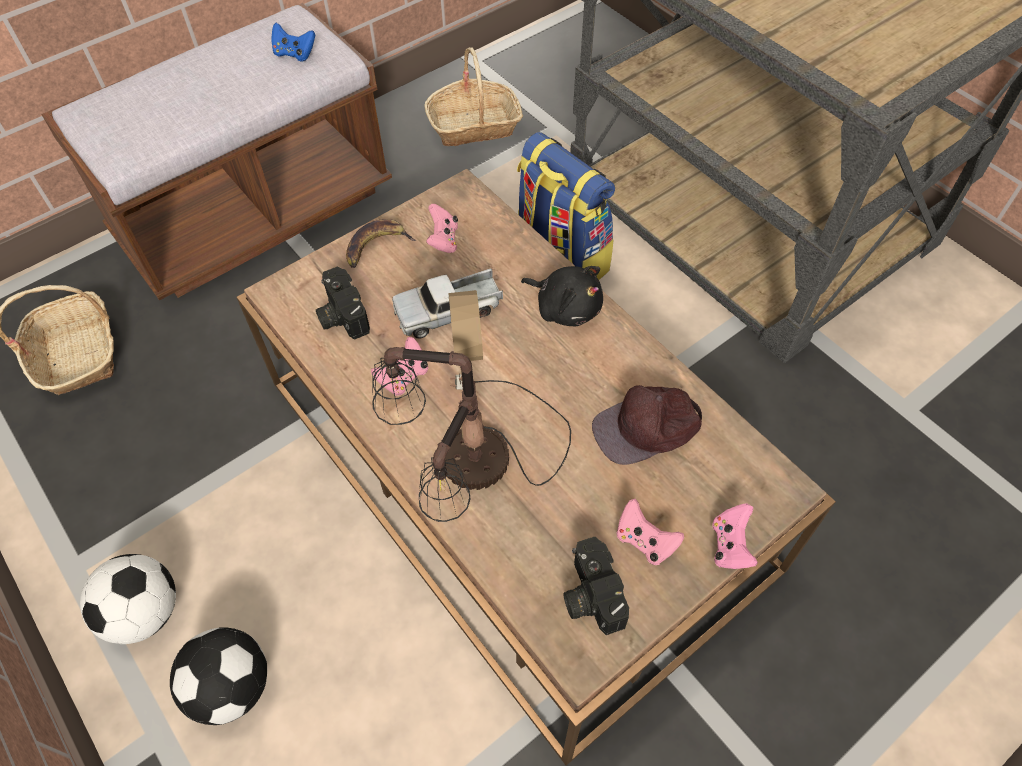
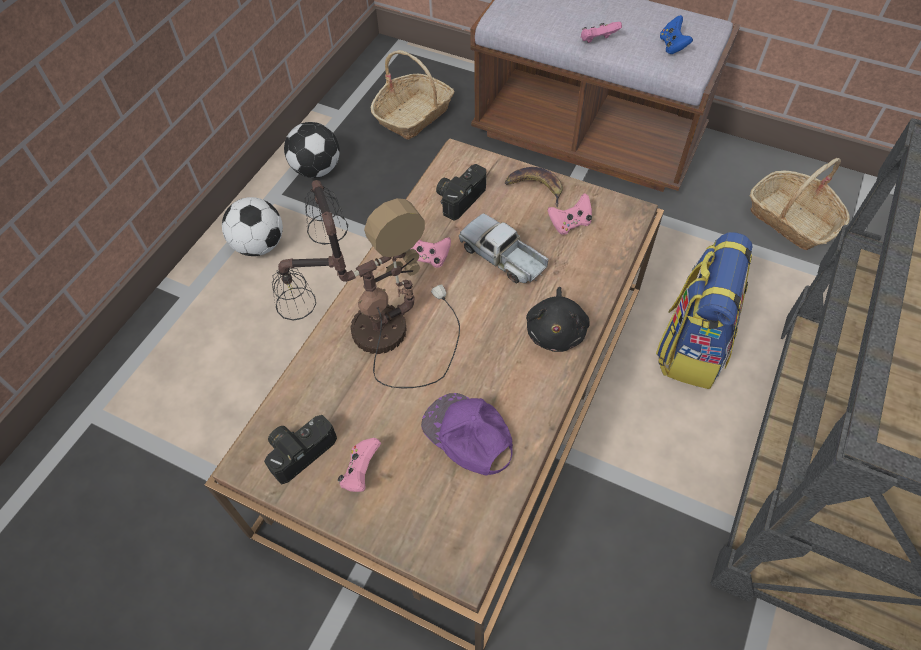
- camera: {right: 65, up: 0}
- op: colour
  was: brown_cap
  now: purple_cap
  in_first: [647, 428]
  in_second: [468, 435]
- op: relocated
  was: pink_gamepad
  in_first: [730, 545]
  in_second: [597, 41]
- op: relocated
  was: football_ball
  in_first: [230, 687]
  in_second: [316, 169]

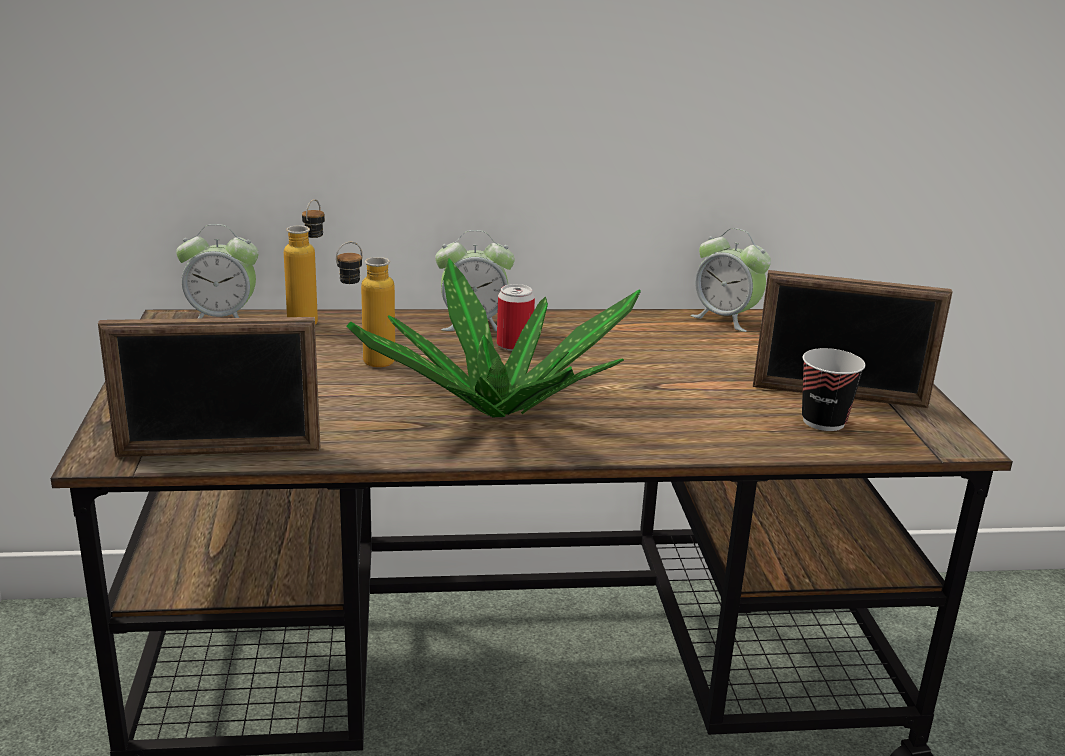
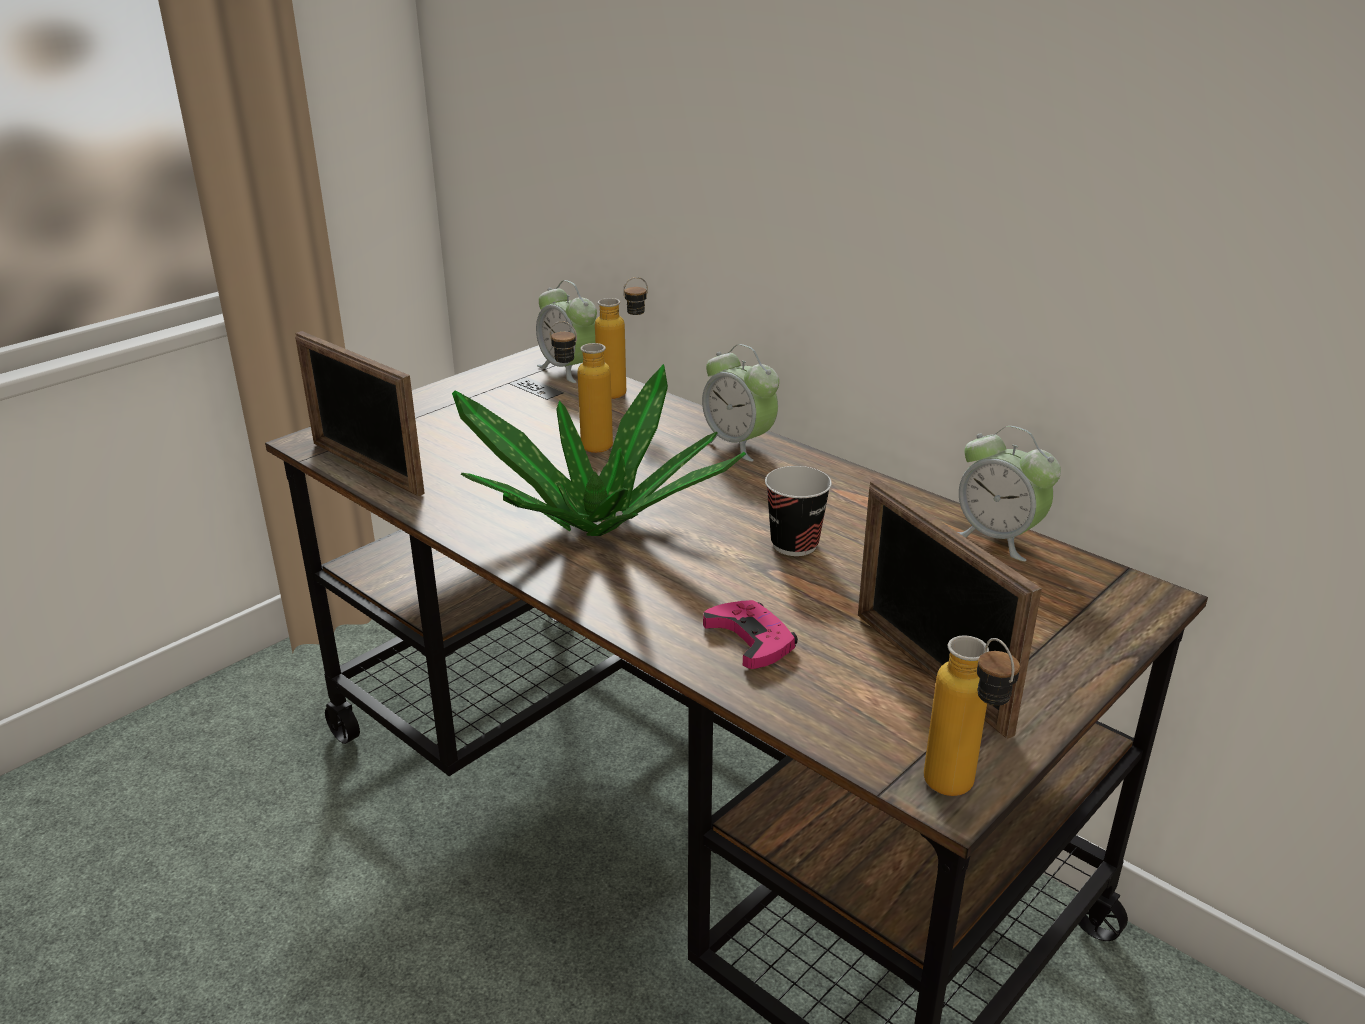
- camera: {right: 50, up: 5}
- op: spun
  was: alarm_clock
  in_first: [725, 319]
  in_second: [998, 538]
  clockwise: -45
- op: missing
  was: sealed_can
  in_first: [514, 345]
- op: relocated
  was: small_cup
  in_first: [823, 421]
  in_second: [794, 544]
- op: appeared
  now: pink_gamepad
  in_second: [751, 639]
- op: appeared
  now: bottle
  in_second: [959, 795]

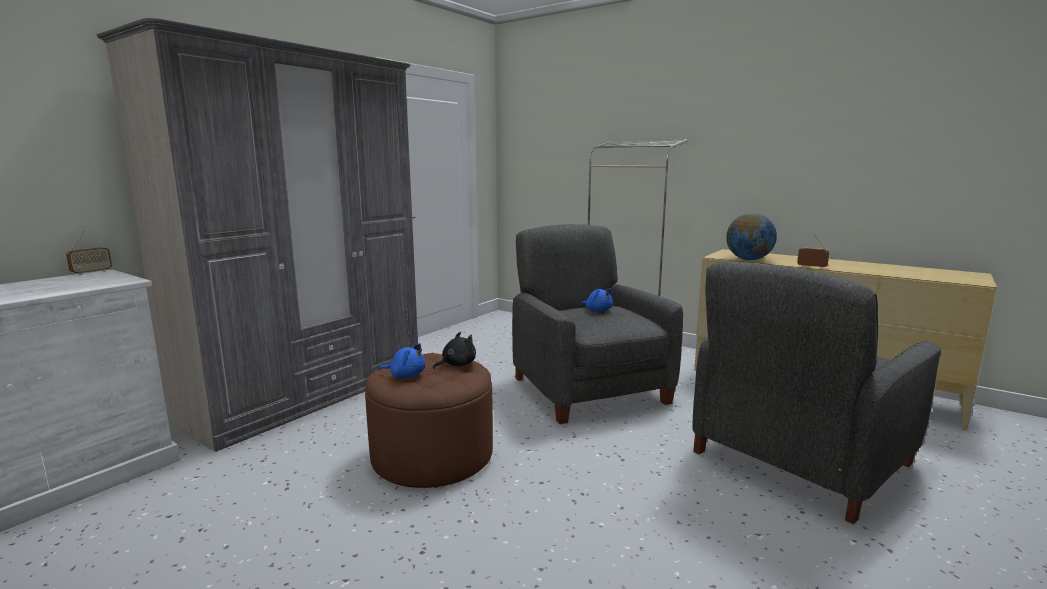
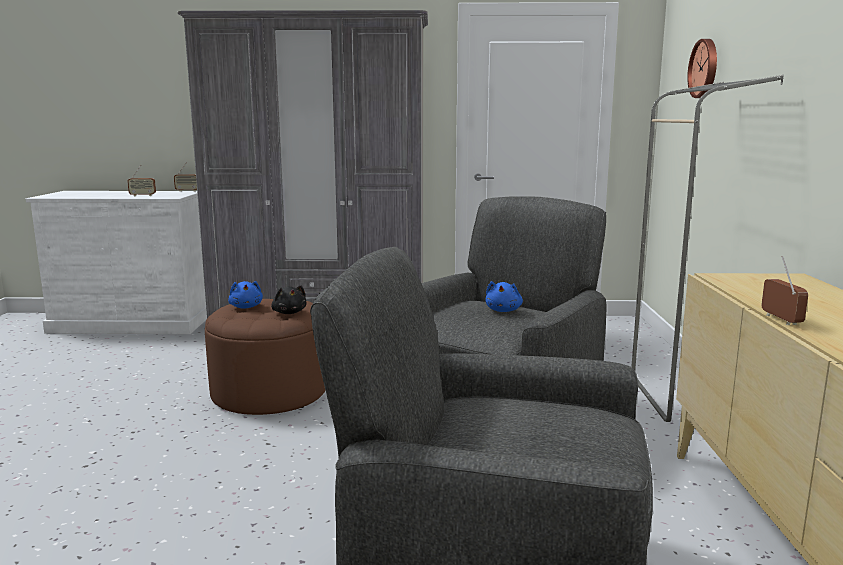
- camera: {right: 55, up: 0}
- op: missing
  was: globe
  in_first: [749, 259]
- op: spun
  was: blackish_plush_toy
  in_first: [456, 364]
  in_second: [289, 312]
  clockwise: 45
- op: appeared
  now: wall_clock
  in_second: [705, 68]
- op: appeared
  now: radio_set
  in_second: [142, 196]

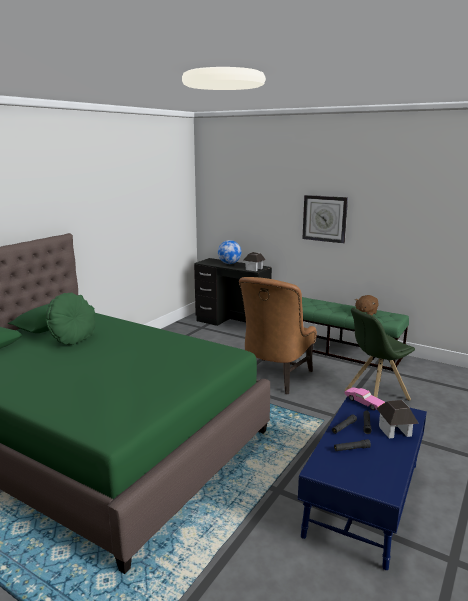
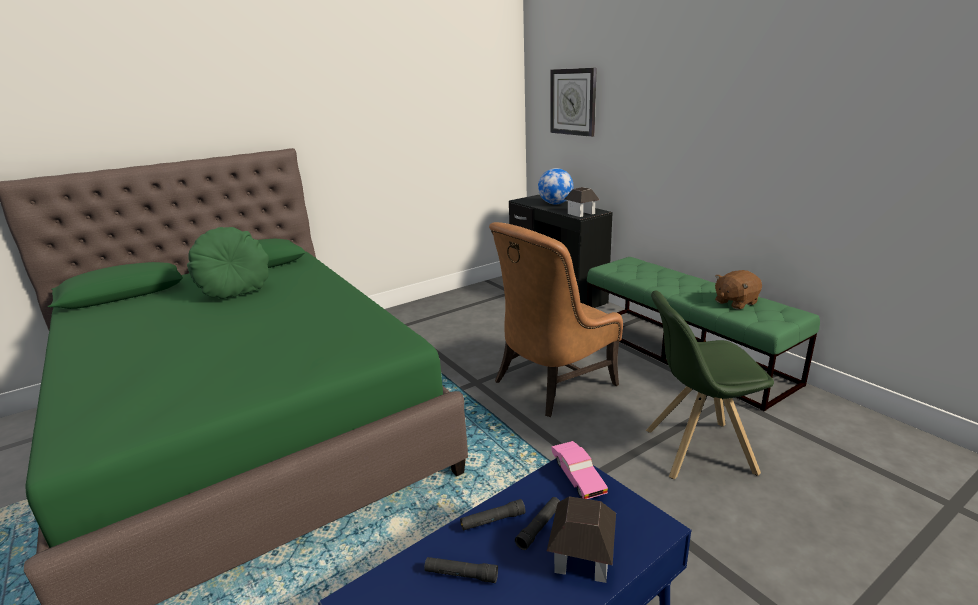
- camera: {right: 25, up: 5}
- op: relocated
  was: wall_clock
  in_first: [324, 218]
  in_second: [573, 102]

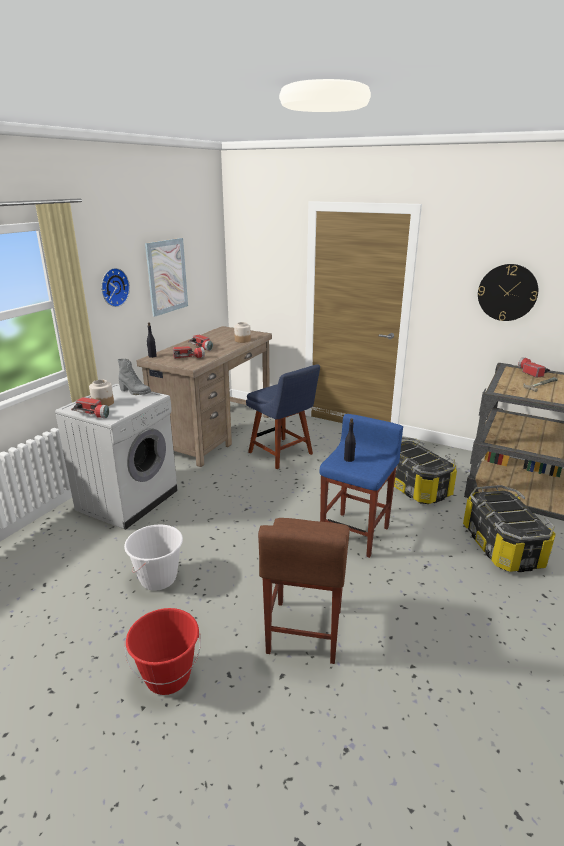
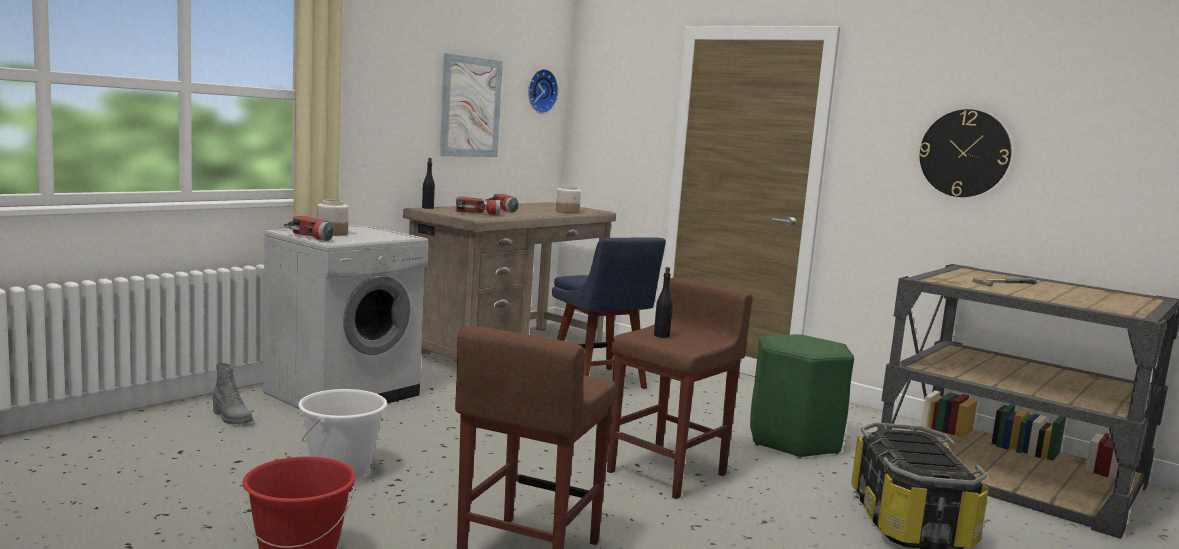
- camera: {right: 10, up: -15}
- op: relocated
  was: wall_clock
  in_first: [113, 287]
  in_second: [540, 91]
- op: missing
  was: torch
  in_first: [530, 372]
- op: relocated
  was: gray_tall_boot
  in_first: [135, 392]
  in_second: [231, 418]
- op: colour
  was: bluish_stool_seat
  now: brown_stool_seat
  in_first: [355, 533]
  in_second: [668, 472]
- op: exchanged
  was: storage_box
  now: green-coloured_stool_seat
  in_first: [414, 486]
  in_second: [794, 441]

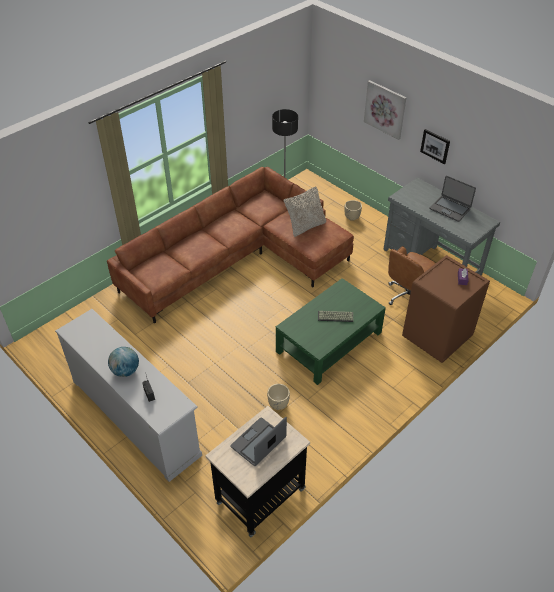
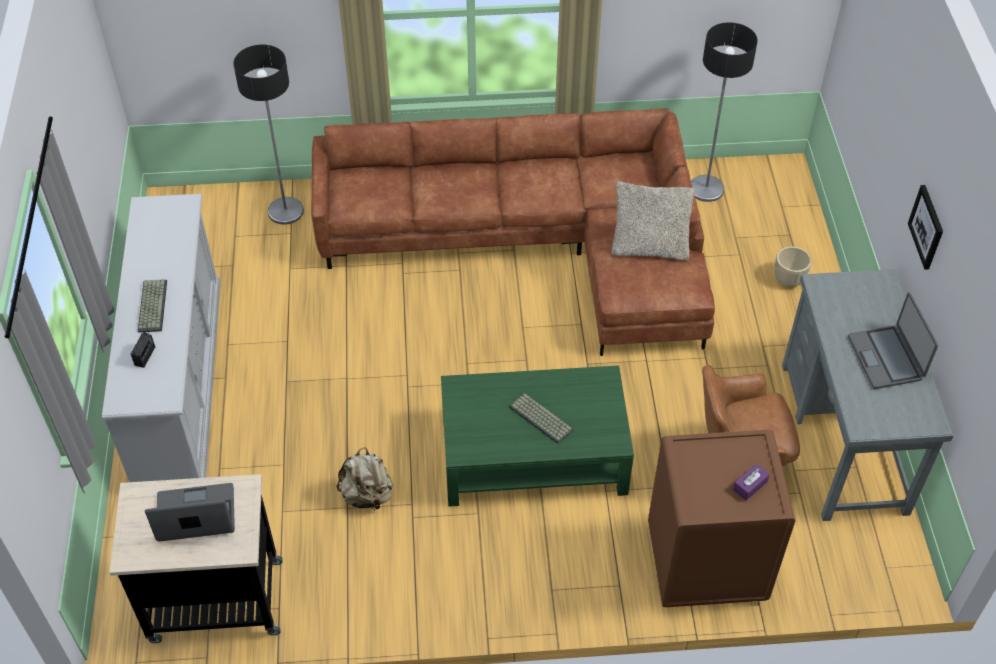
- camera: {right: 40, up: 5}
- op: missing
  was: wall_art
  in_first: [385, 109]
- op: exchanged
  was: globe
  now: computer_keyboard
  in_first: [125, 371]
  in_second: [151, 305]
- op: exchanged
  was: beige_planter
  now: beige_knapsack
  in_first: [278, 404]
  in_second: [367, 495]
- op: appeared
  now: standing_lamp
  in_second: [286, 211]

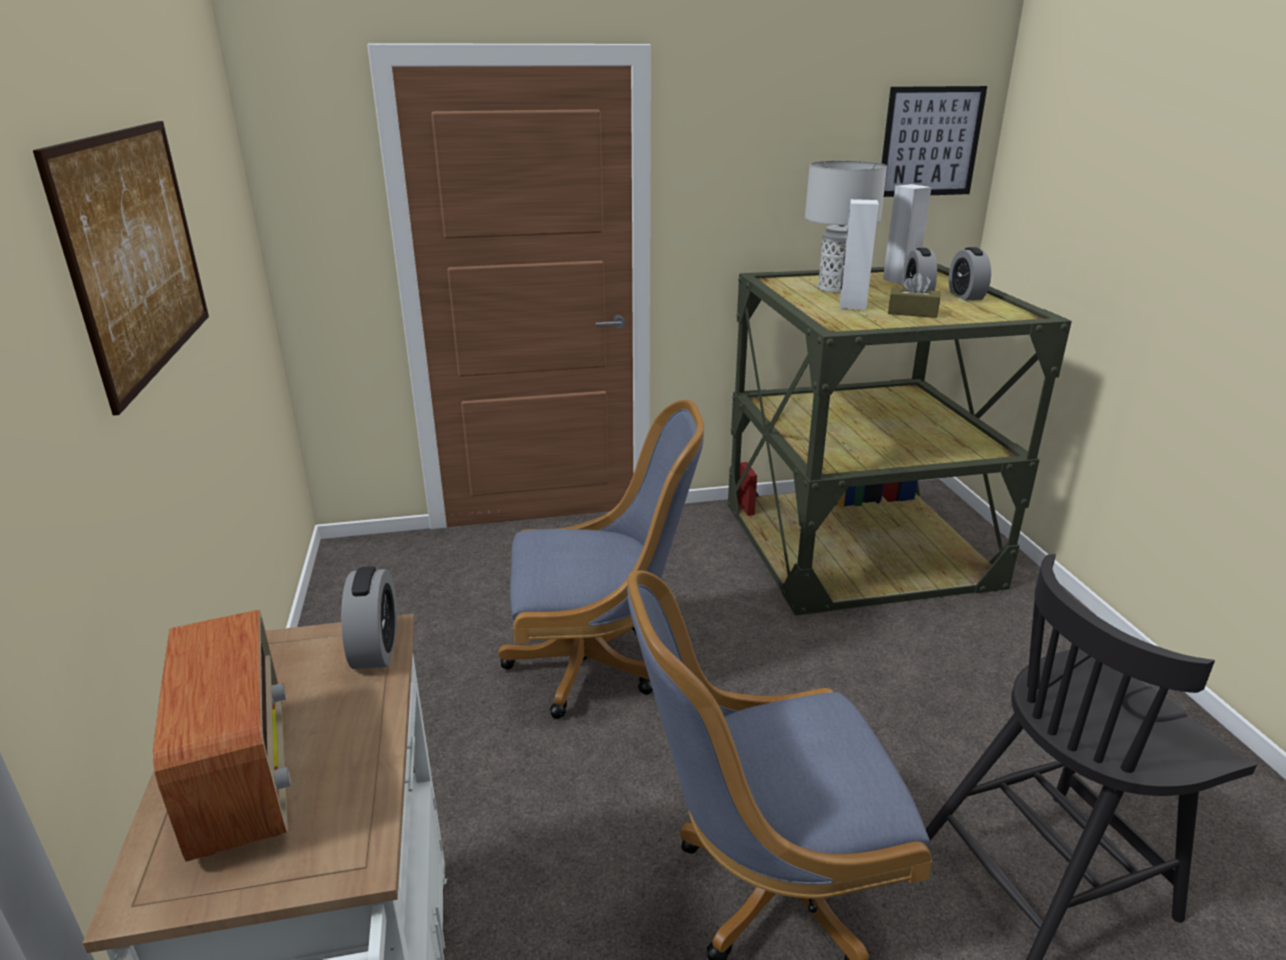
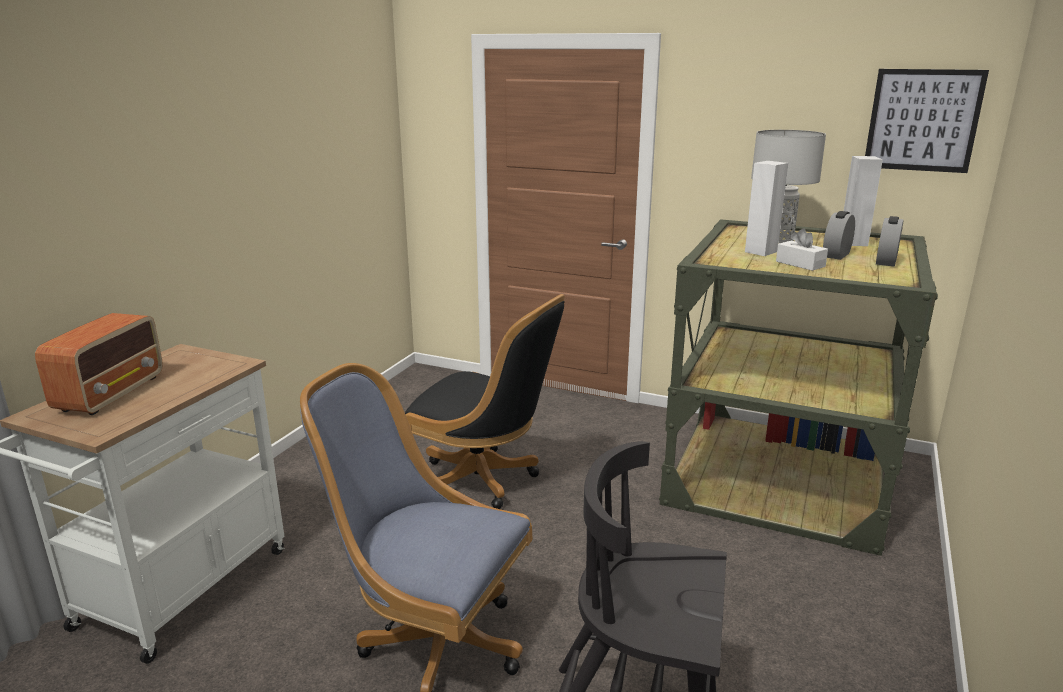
- camera: {right: 35, up: -5}
- op: missing
  was: wall_art
  in_first: [137, 252]
- op: colour
  was: brown_box_of_tissues
  now: whitish_box_of_tissues
  in_first: [912, 312]
  in_second: [800, 264]
- op: colour
  was: bluish_office_chair
  now: blackish_office_chair
  in_first: [598, 664]
  in_second: [487, 482]
- op: missing
  was: alarm_clock
  in_first: [376, 649]

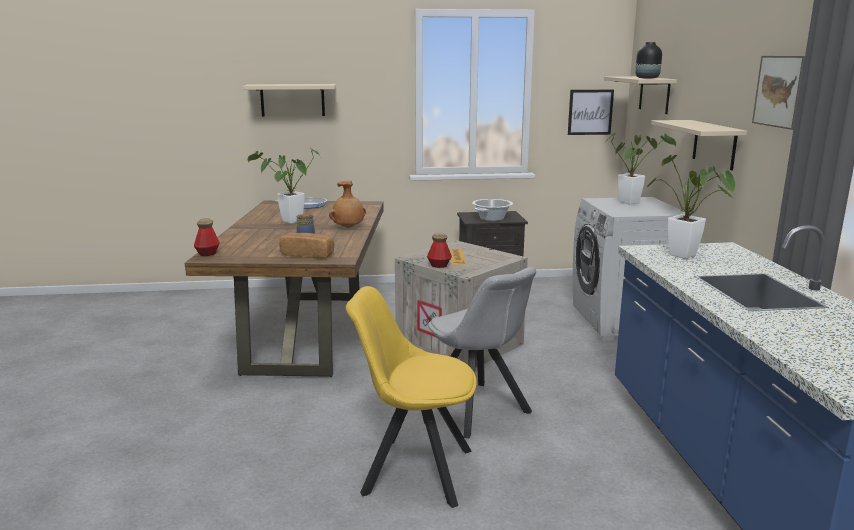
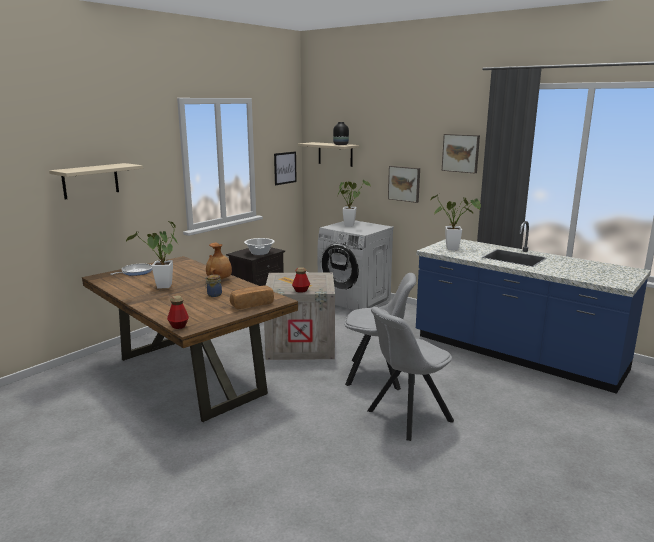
- camera: {right: -45, up: 0}
- op: exchanged
  was: beige_bracket_shelf
  now: wall_art
  in_first: [714, 144]
  in_second: [404, 183]
- op: colour
  was: yellow_upright_chair
  now: gray_upright_chair
  in_first: [414, 471]
  in_second: [407, 416]

